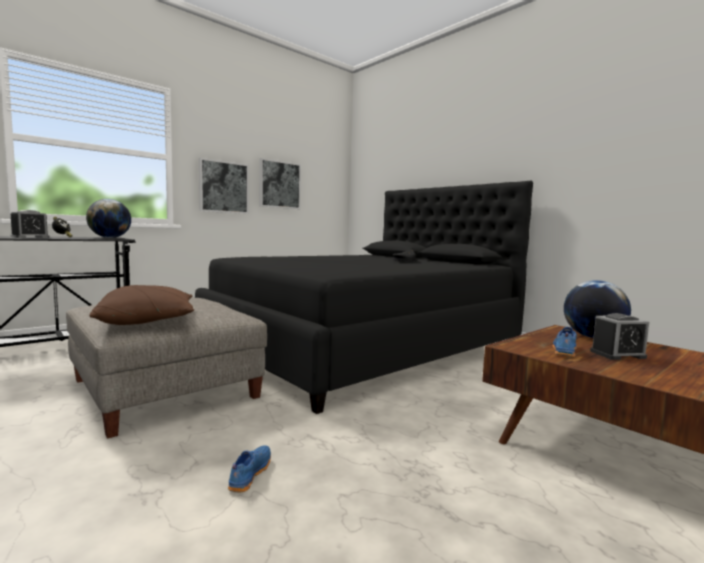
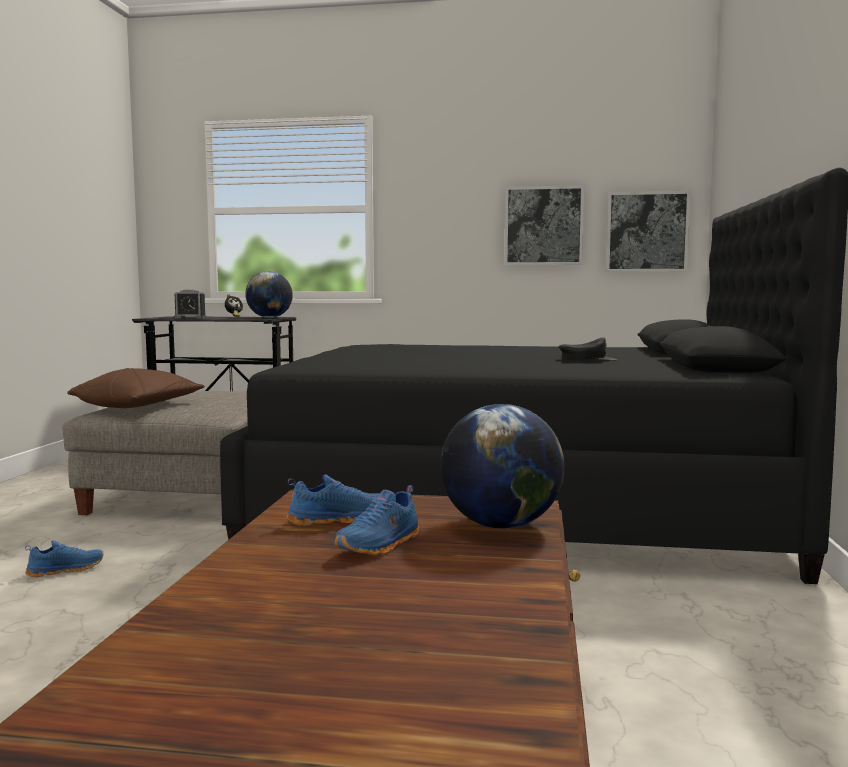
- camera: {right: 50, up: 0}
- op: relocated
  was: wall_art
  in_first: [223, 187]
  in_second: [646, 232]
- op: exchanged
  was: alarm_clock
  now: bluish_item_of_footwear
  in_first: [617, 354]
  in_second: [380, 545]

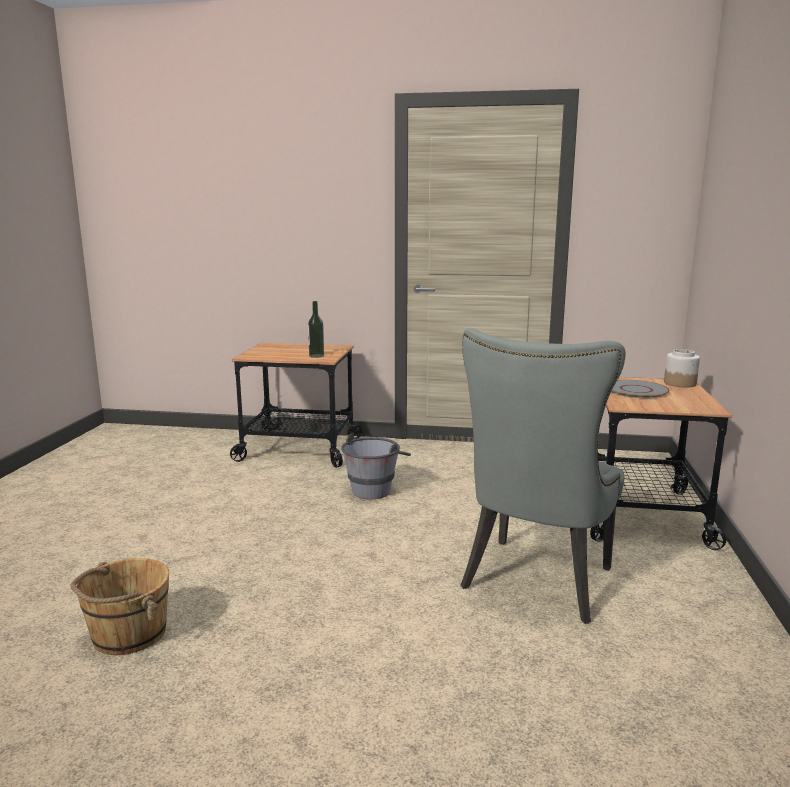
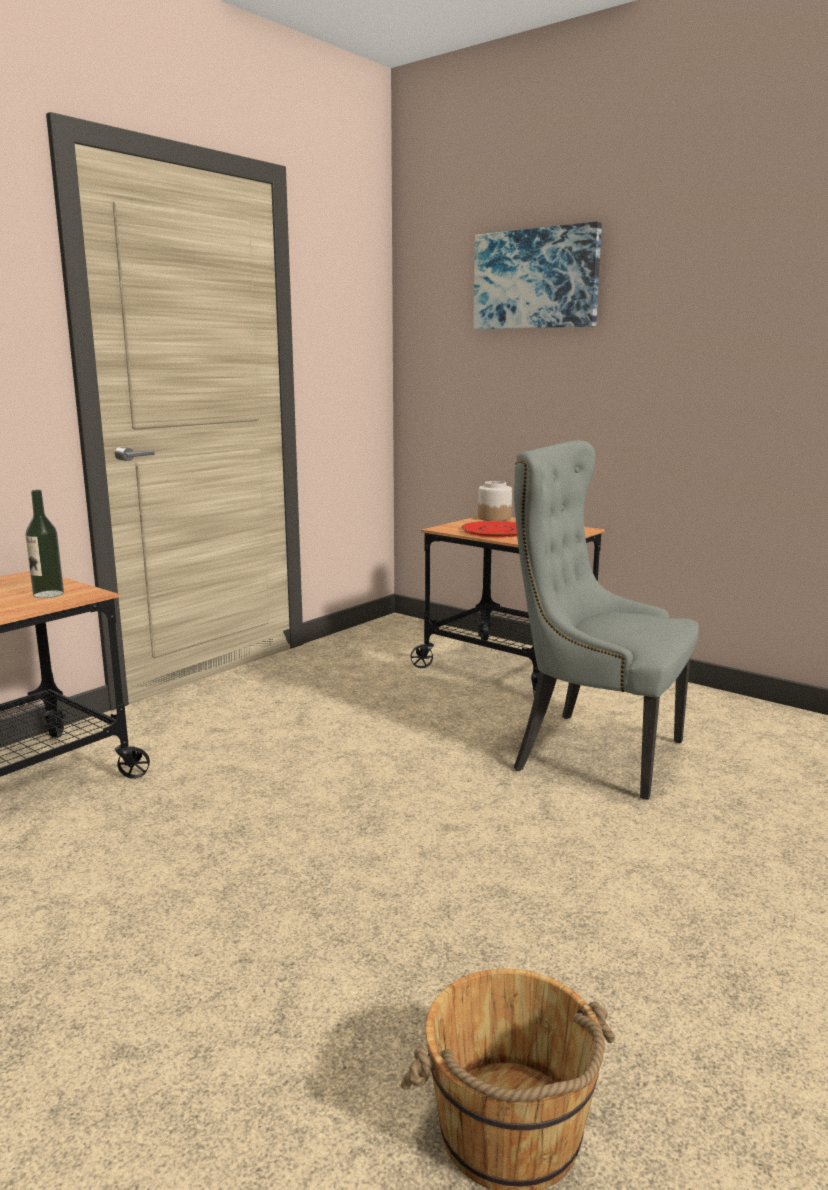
- camera: {right: -60, up: 0}
- op: spun
  was: gray_upright_chair
  in_first: [537, 581]
  in_second: [594, 753]
  clockwise: 150
- op: colour
  was: gray_plate
  now: red-coloured_plate
  in_first: [635, 390]
  in_second: [496, 531]
- op: missing
  was: gray_water_bucket
  in_first: [375, 488]
- op: appeared
  now: wall_art
  in_second: [536, 279]

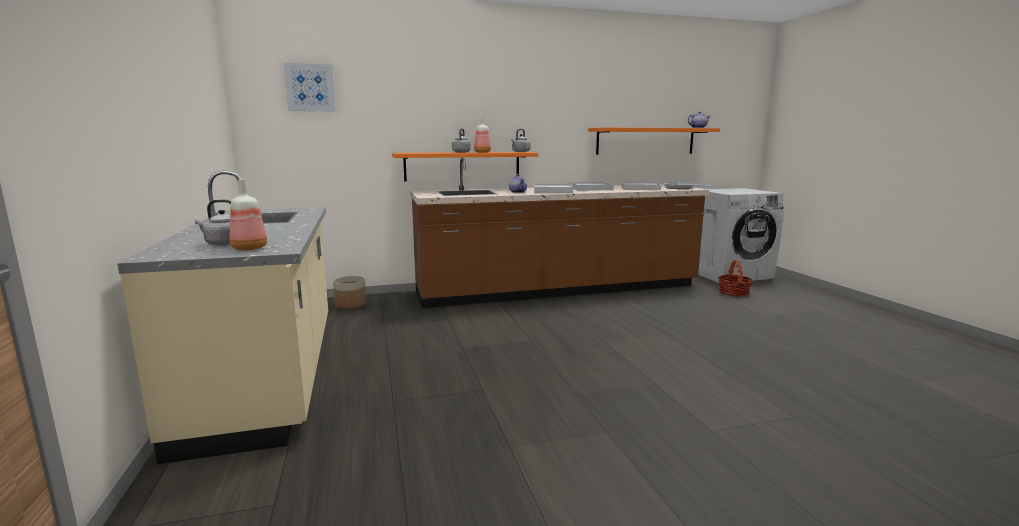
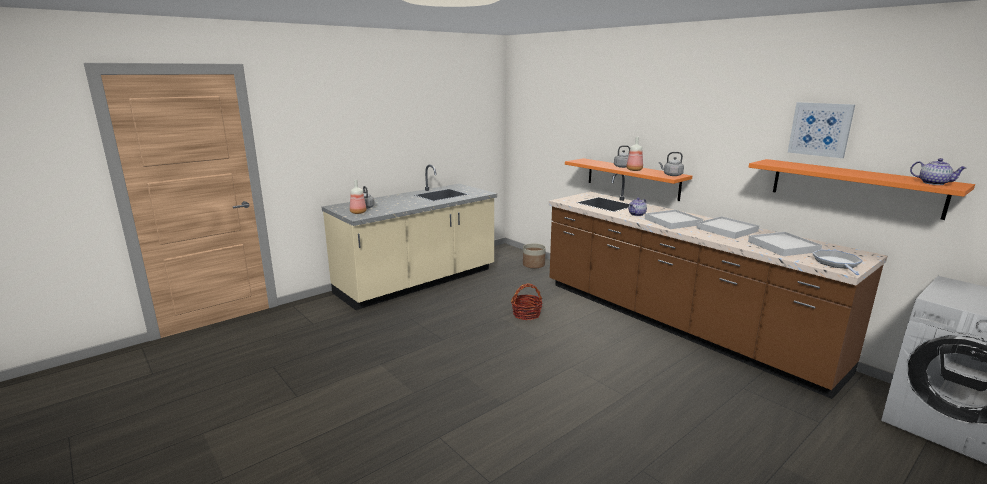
- camera: {right: 65, up: 5}
- op: relocated
  was: wall_art
  in_first: [310, 87]
  in_second: [820, 129]
- op: relocated
  was: household_basket
  in_first: [733, 293]
  in_second: [526, 314]

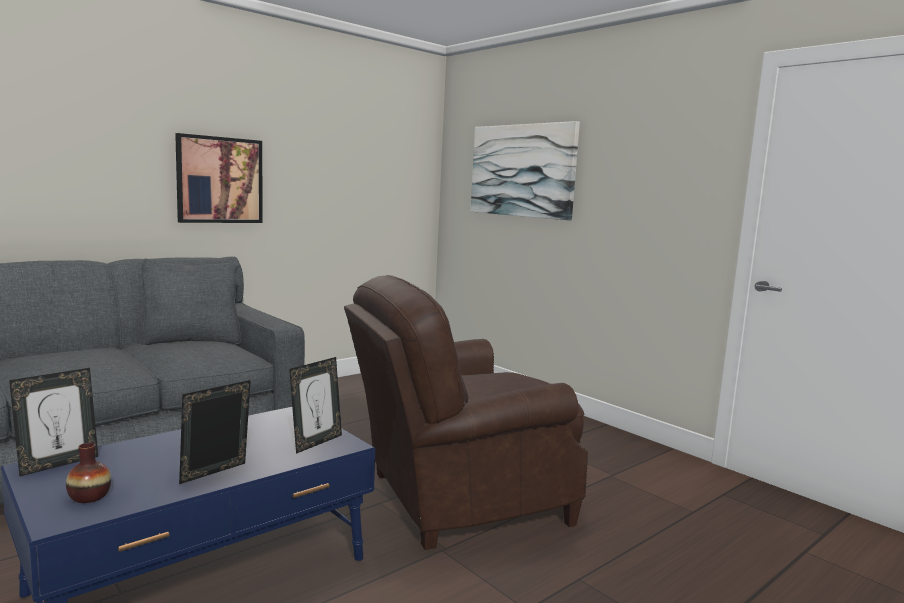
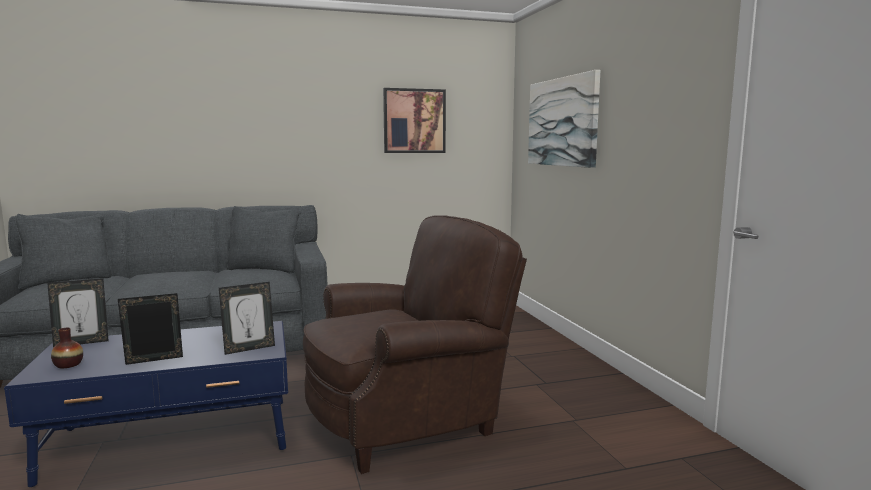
- camera: {right: 25, up: 0}
- op: relocated
  was: wall_art
  in_first: [219, 180]
  in_second: [414, 121]
- op: spun
  was: brown_easy_chair
  in_first: [458, 498]
  in_second: [408, 417]
  clockwise: 150

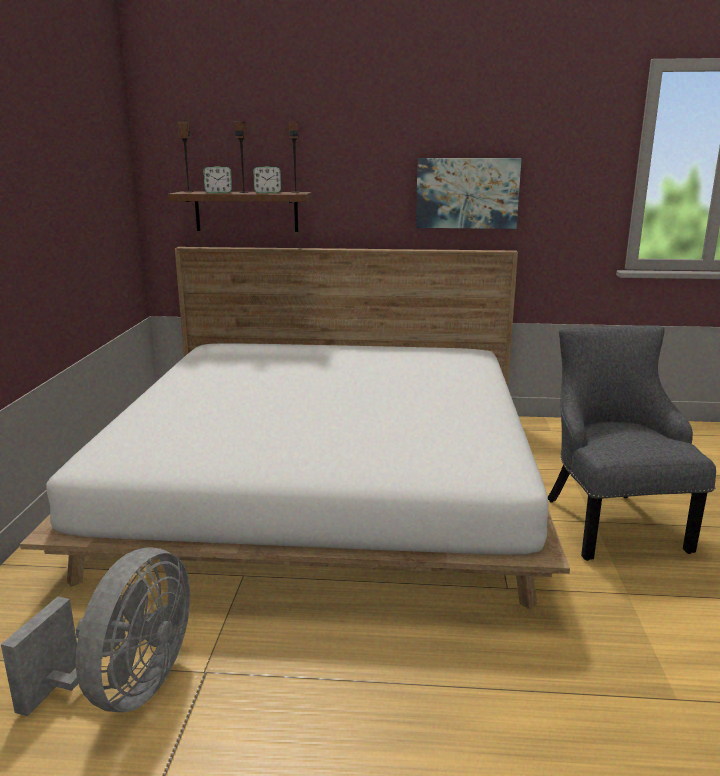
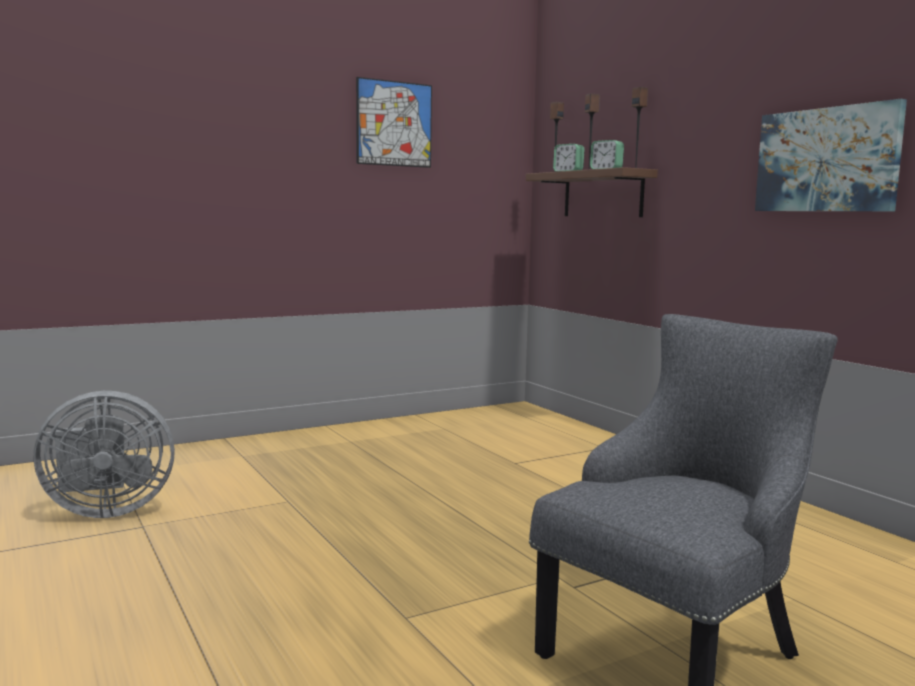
- camera: {right: 55, up: -10}
- op: missing
  was: whitish_bed
  in_first: [325, 487]
- op: appeared
  now: wall_art
  in_second: [394, 123]

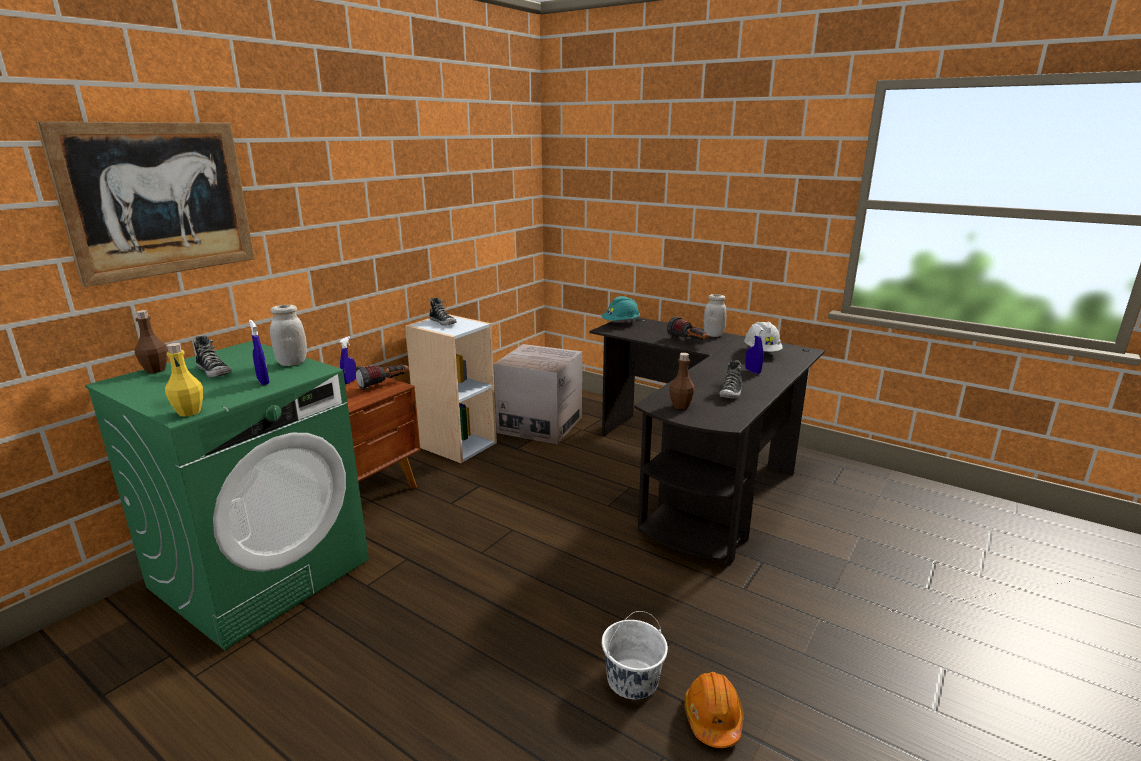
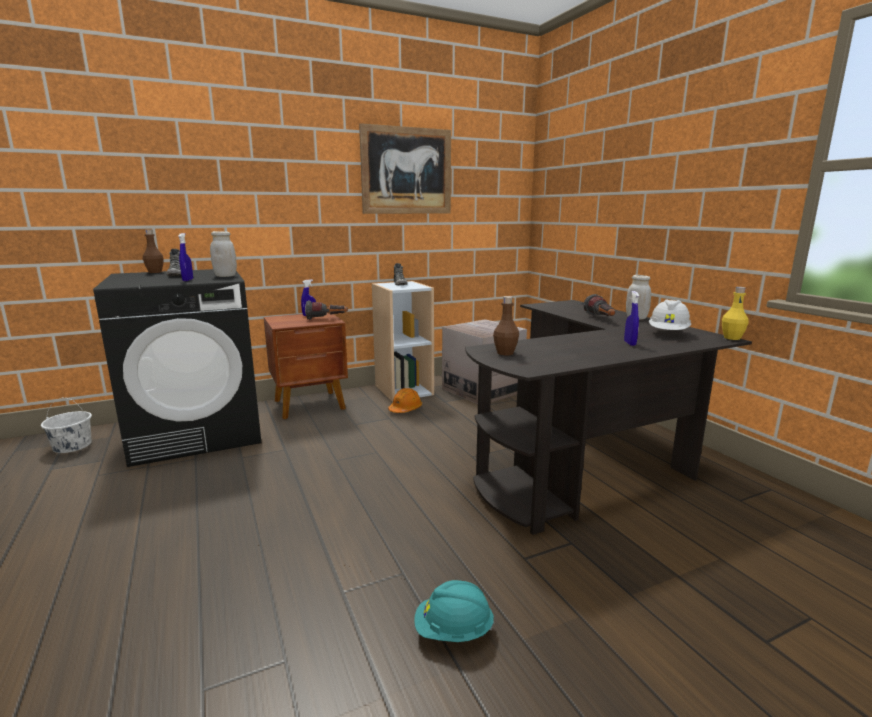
- camera: {right: 30, up: -5}
- op: relocated
  was: wall_art
  in_first: [158, 199]
  in_second: [406, 171]
- op: relocated
  was: turquoise_work_helmet
  in_first: [621, 323]
  in_second: [453, 631]
- op: colour
  was: green-coloured_laundry_machine
  now: blackish_laundry_machine
  in_first: [261, 572]
  in_second: [197, 432]
- op: relocated
  was: yellow_bottle
  in_first: [189, 412]
  in_second: [732, 338]
- op: missing
  was: item_of_footwear
  in_first: [731, 393]
- op: relocated
  was: whitish_water_bucket
  in_first: [632, 679]
  in_second: [72, 446]
- op: relocated
  was: orange-coloured_work_helmet
  in_first: [713, 718]
  in_second: [405, 409]

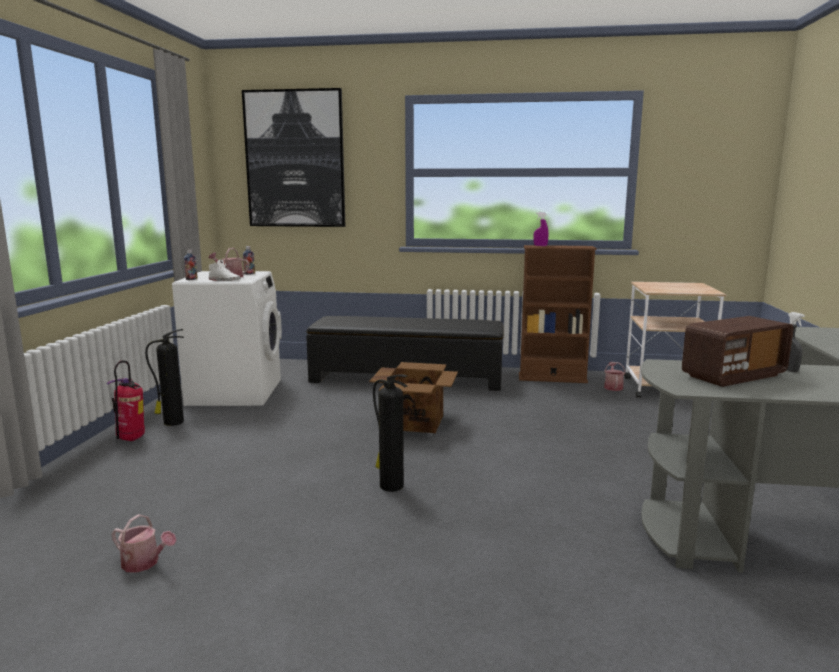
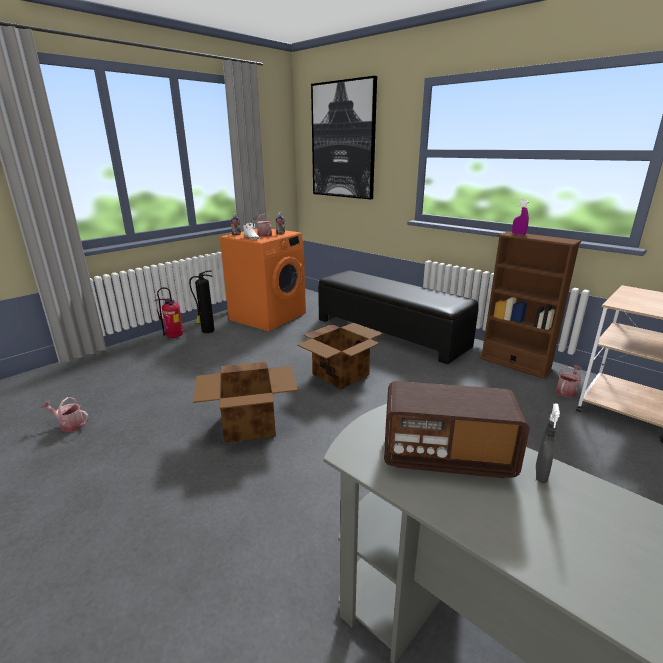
- camera: {right: 35, up: 10}
- op: colour
  was: whitish_laundry_machine
  now: orange-coloured_laundry_machine
  in_first: [237, 391]
  in_second: [269, 316]
- op: exchanged
  was: fire-fighting_cylinder
  now: carton
  in_first: [390, 485]
  in_second: [250, 424]
- op: spun
  was: sprinkling_can
  in_first: [144, 563]
  in_second: [69, 425]
  clockwise: 135

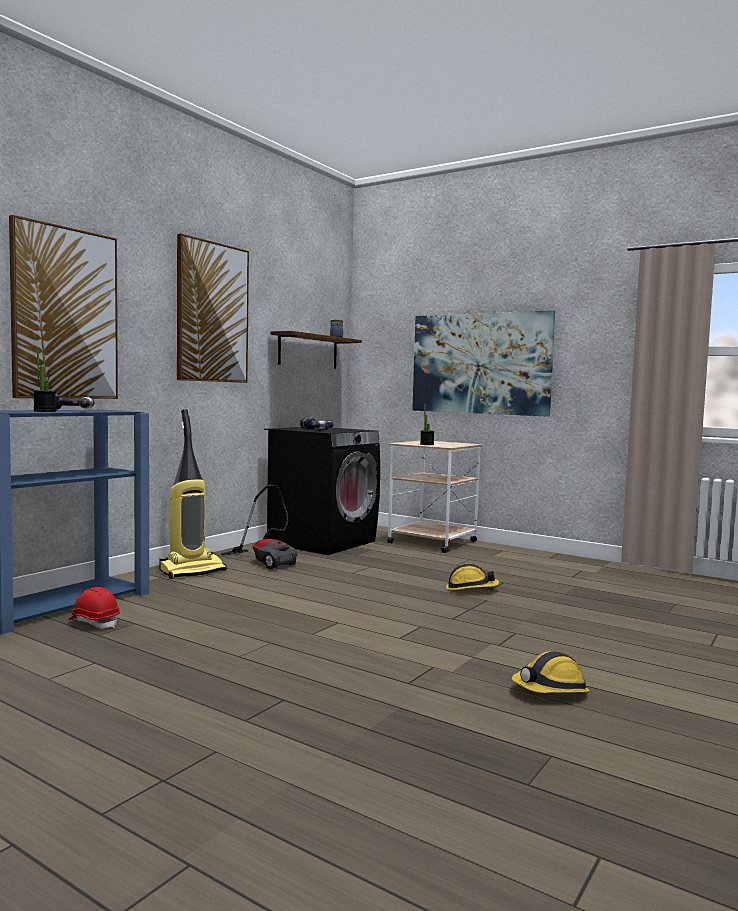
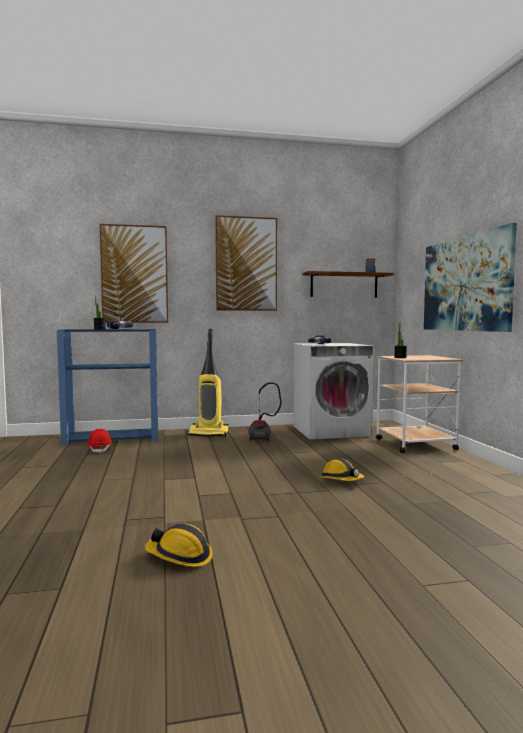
- camera: {right: 45, up: 0}
- op: colour
  was: blackish_laundry_machine
  now: whitish_laundry_machine
  in_first: [321, 542]
  in_second: [331, 430]

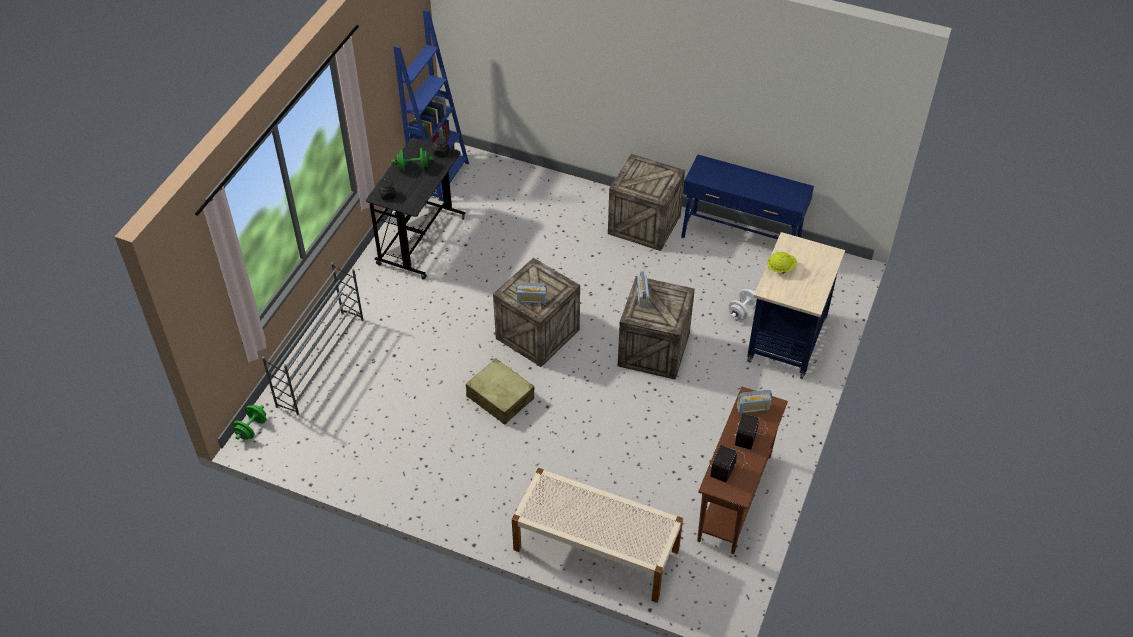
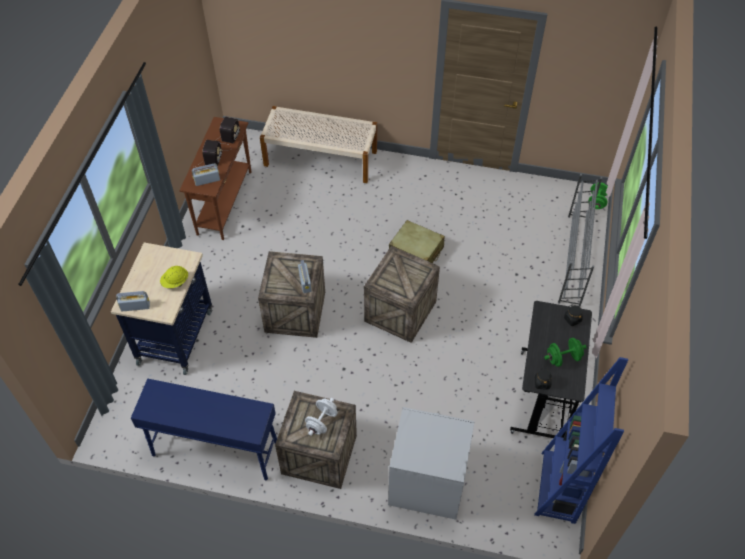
- camera: {right: 170, up: 5}
- op: relocated
  was: radio_set
  in_first: [531, 299]
  in_second: [135, 306]
- op: relocated
  was: whitish_free_weight
  in_first: [742, 311]
  in_second: [321, 421]
- op: appeared
  now: whitish_laundry_machine
  in_second: [427, 483]

